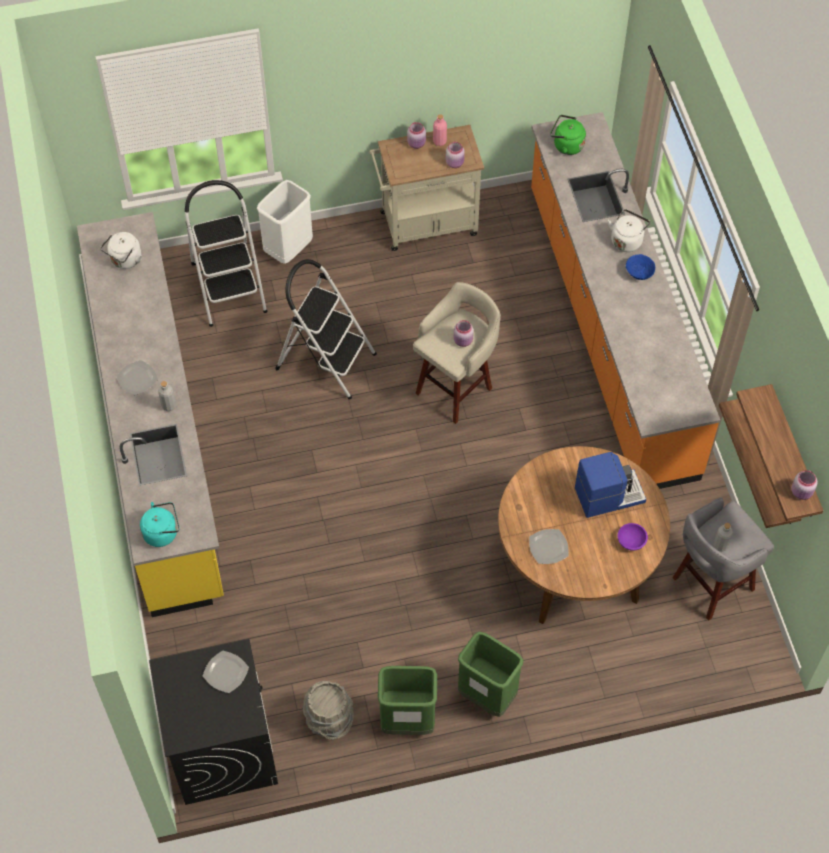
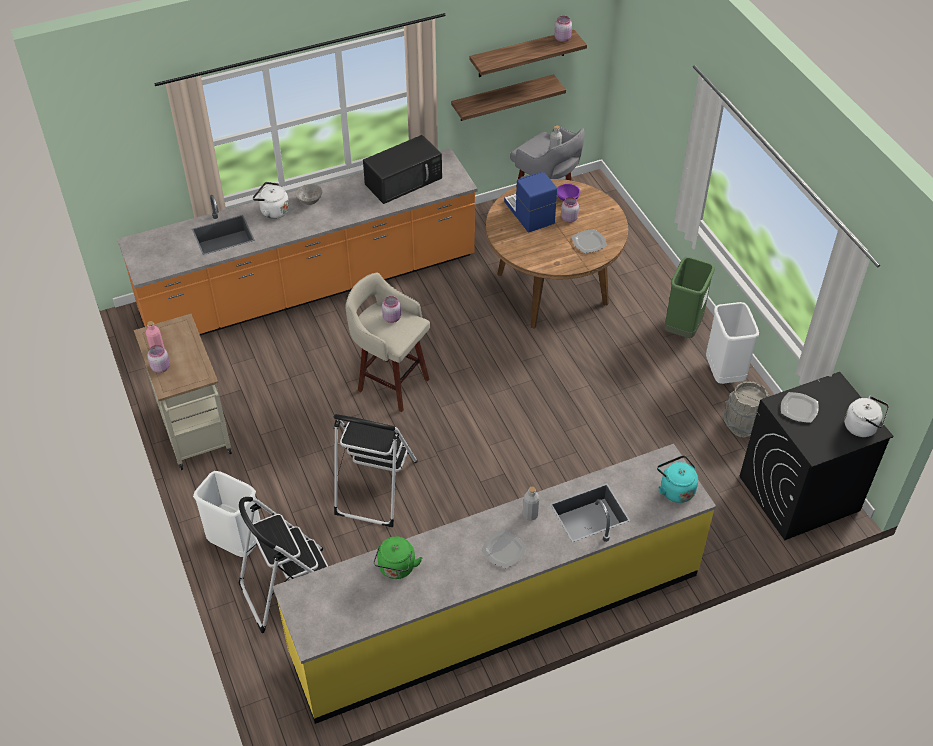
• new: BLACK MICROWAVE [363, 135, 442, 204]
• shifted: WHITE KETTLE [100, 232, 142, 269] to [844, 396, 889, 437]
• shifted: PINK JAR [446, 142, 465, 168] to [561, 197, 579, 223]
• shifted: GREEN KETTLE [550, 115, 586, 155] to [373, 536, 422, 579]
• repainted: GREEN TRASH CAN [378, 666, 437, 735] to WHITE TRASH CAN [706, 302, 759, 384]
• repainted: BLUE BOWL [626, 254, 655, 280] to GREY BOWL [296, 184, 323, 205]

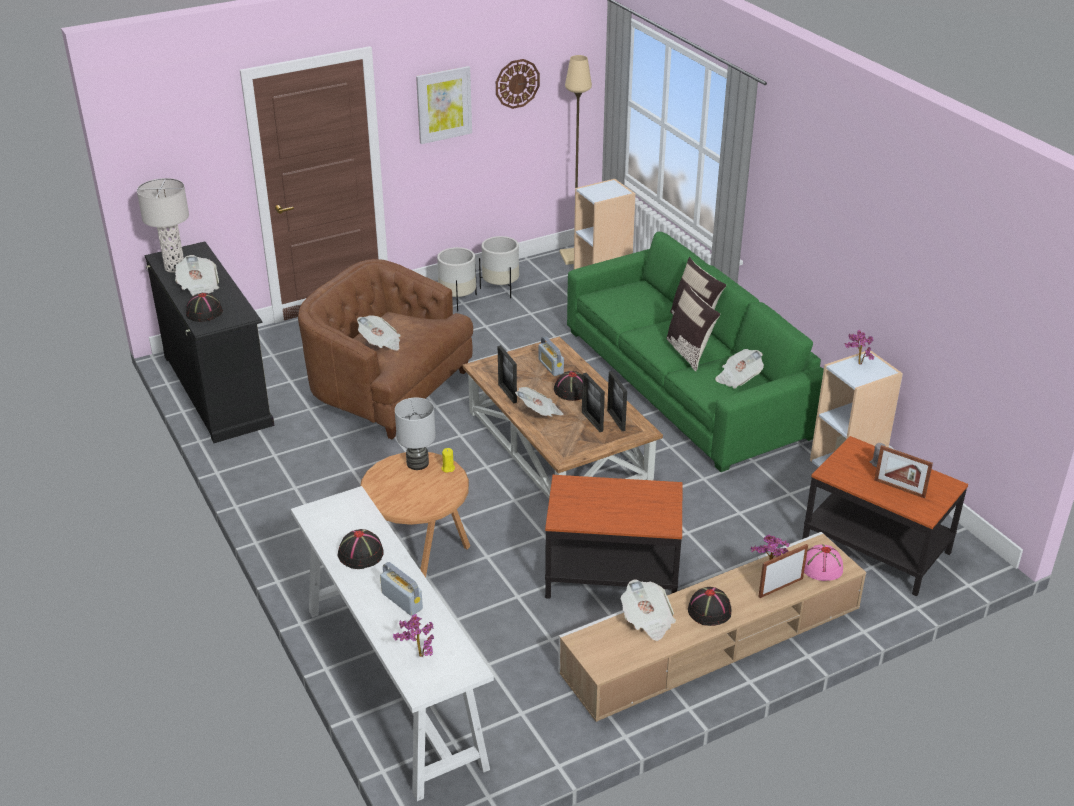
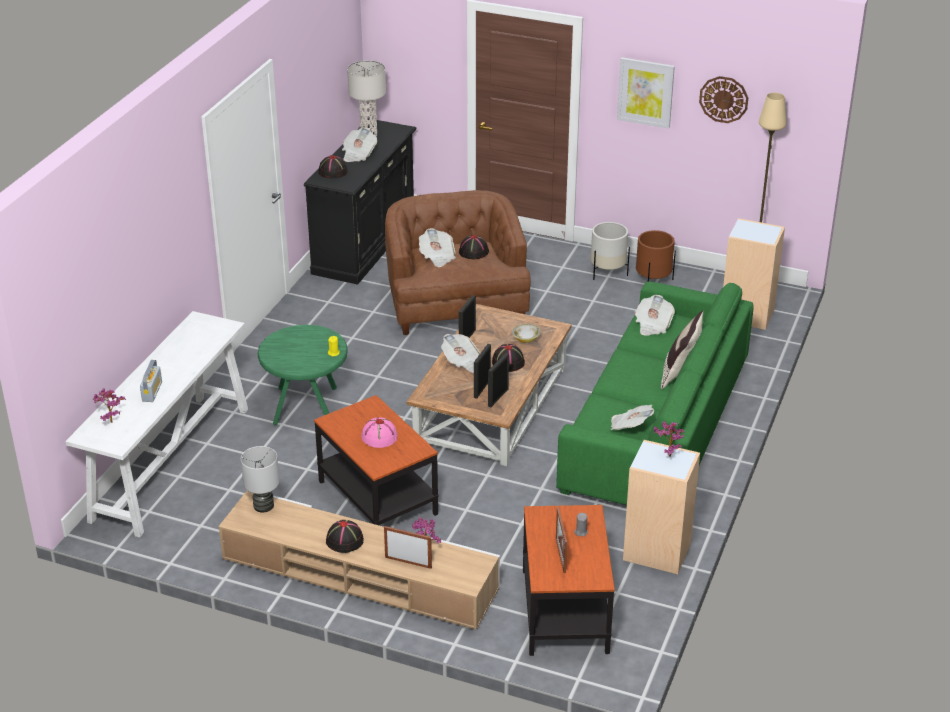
• gone: PILLOW [666, 283, 720, 371]
• shifted: BLACK HAT [338, 529, 384, 569] to [459, 235, 489, 259]
• shifted: GREY TABLE LAMP [395, 397, 436, 470] to [241, 446, 279, 512]
• shifted: NEWSPAPER [621, 579, 676, 641] to [635, 295, 675, 336]
• shifted: PINK HAT [804, 544, 843, 581] to [361, 417, 397, 448]
• swapped: RADIO [539, 336, 564, 376] to BOWL [512, 324, 541, 343]
• repainted: BROWN SIDE TABLE [360, 452, 470, 577] to GREEN SIDE TABLE [258, 325, 348, 425]
• repainted: WHITE PLANTER [479, 236, 519, 298] to BROWN PLANTER [636, 230, 676, 282]

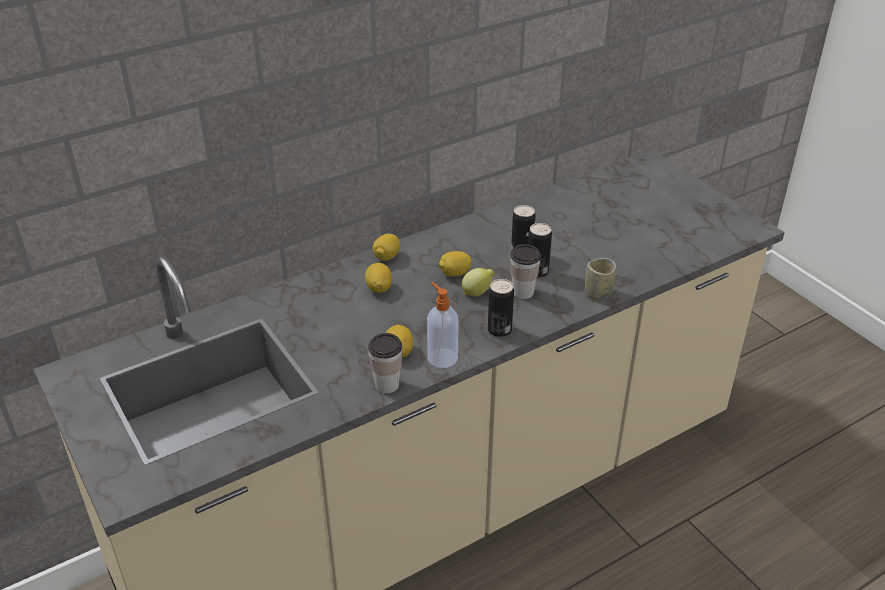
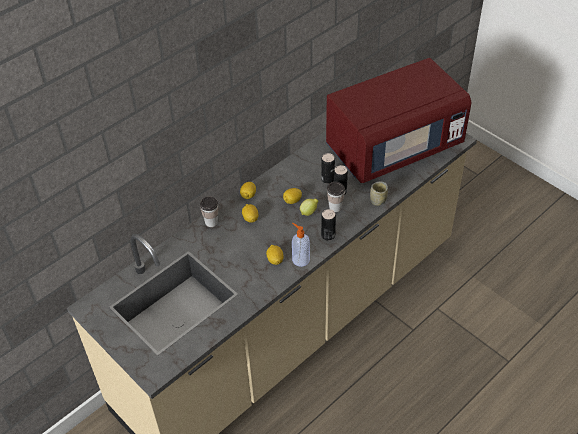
• new: RED MICROWAVE [326, 58, 472, 183]
• shifted: CUP [368, 333, 403, 393] to [200, 196, 218, 227]

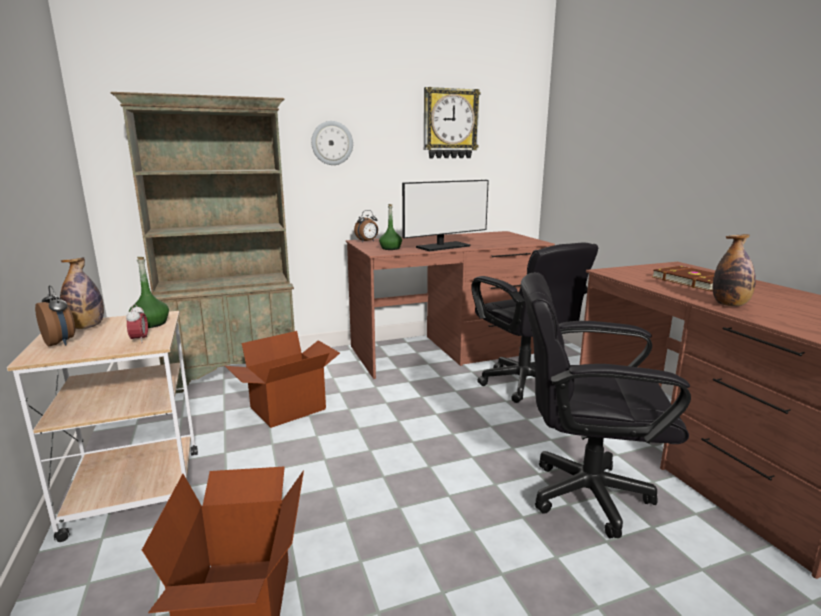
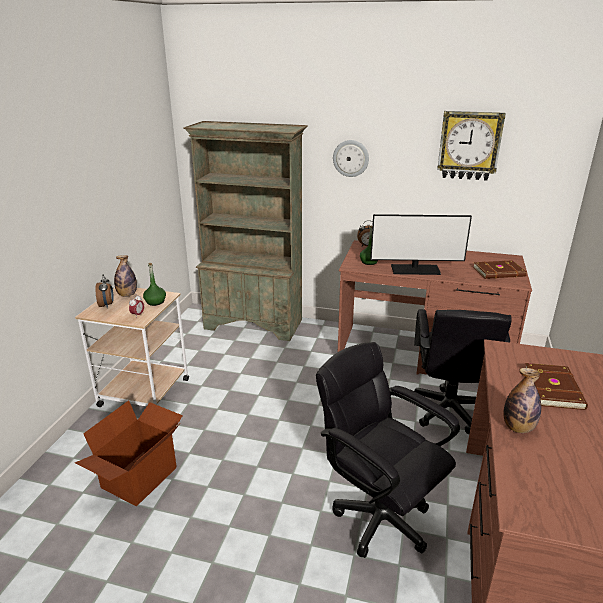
• gone: CARDBOARD BOX [225, 331, 340, 428]
• new: BROWN BOOK [473, 260, 527, 279]

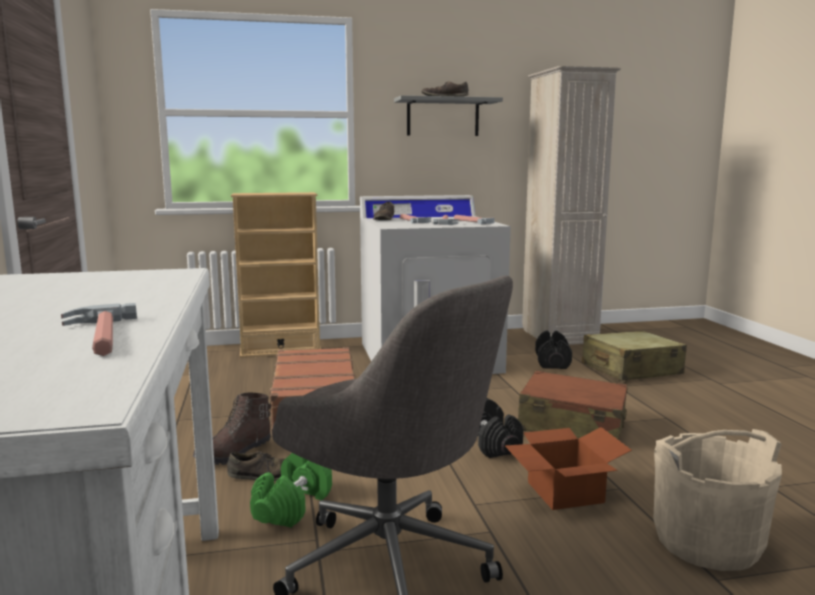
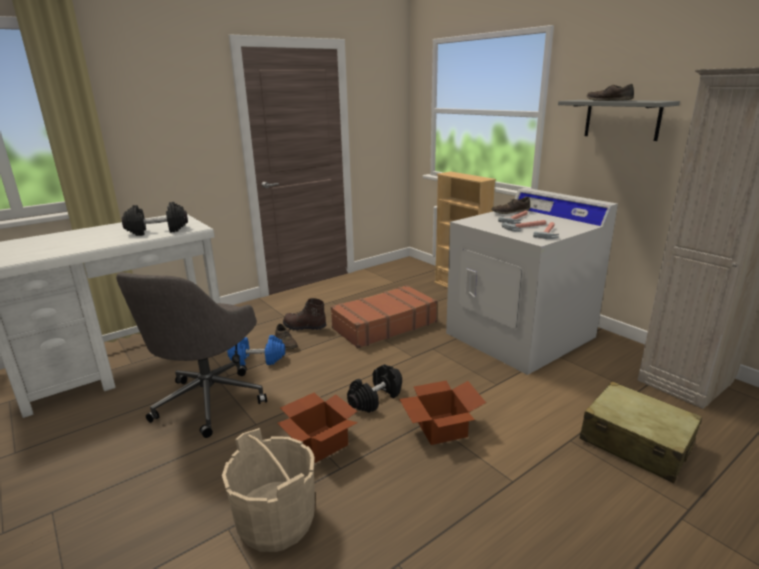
• gone: HAMMER [61, 303, 137, 356]
• shifted: BLACK DUMBBELL [535, 330, 572, 369] to [122, 202, 188, 236]
• swapped: BROWN SUITCASE [518, 371, 628, 441] to CARDBOARD BOX [399, 381, 486, 445]
• repainted: GREEN DUMBBELL [250, 453, 332, 528] to BLUE DUMBBELL [228, 335, 285, 366]

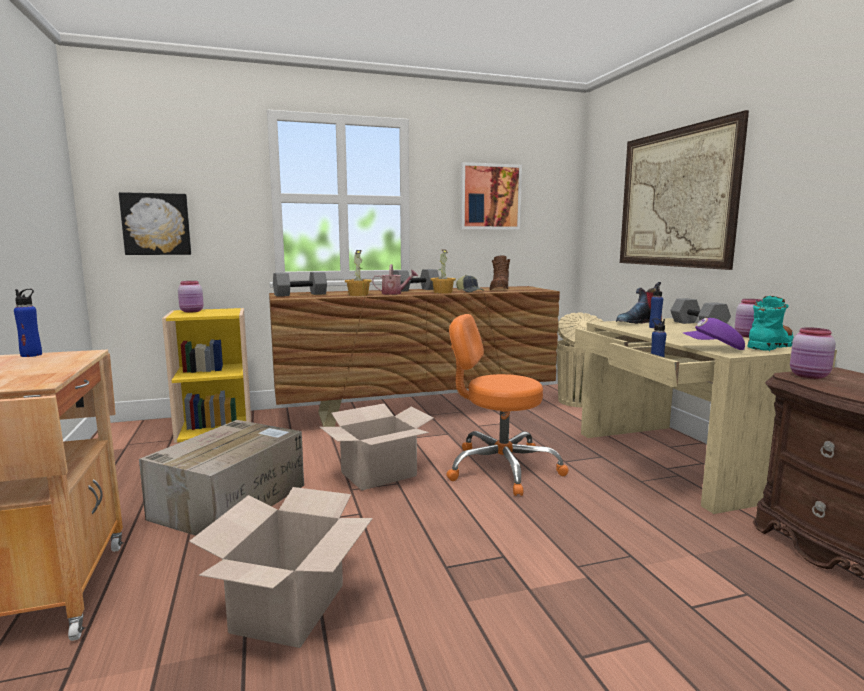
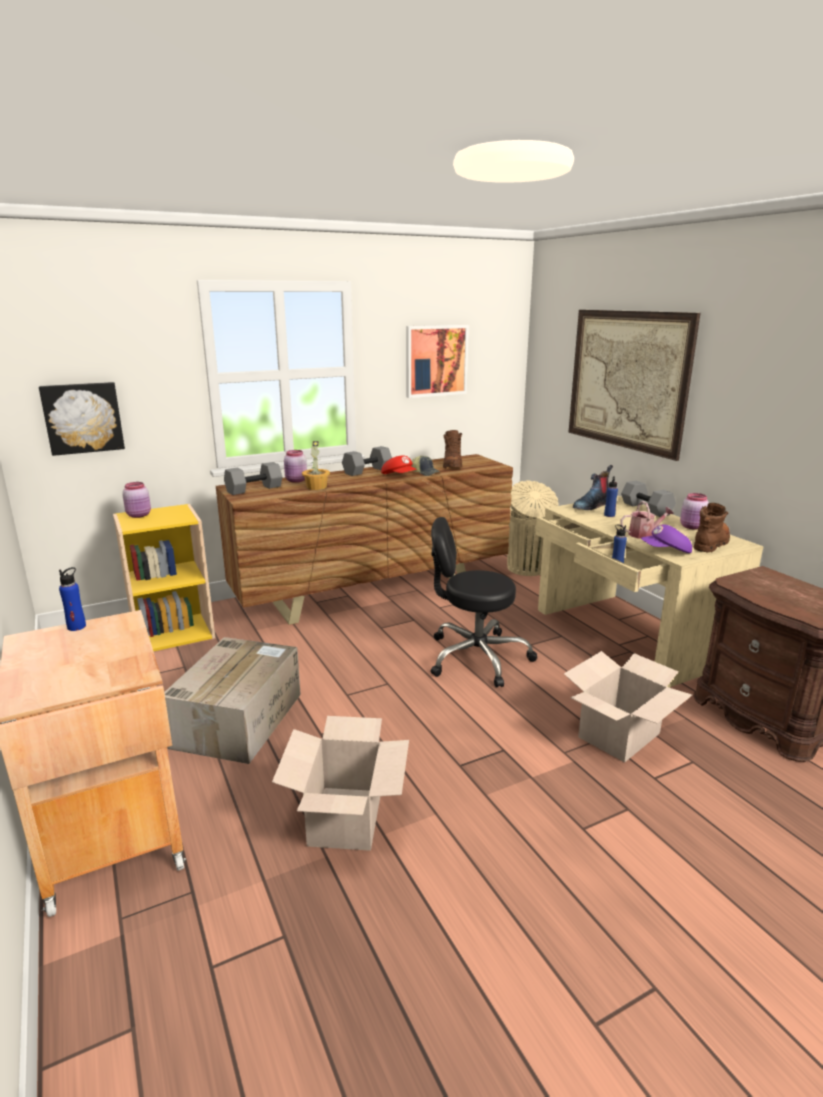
• shifted: CARDBOARD BOX [320, 404, 433, 490] to [564, 651, 692, 762]
• shifted: WATERING CAN [372, 264, 418, 295] to [620, 501, 674, 539]
• shifted: PINK JAR [790, 327, 836, 379] to [284, 450, 307, 483]
• swapped: POTTED PLANT [430, 249, 456, 294] to RED CAP [381, 456, 417, 474]
• repainted: ORANGE OFFICE CHAIR [446, 314, 569, 496] to BLACK OFFICE CHAIR [430, 517, 537, 687]
• repainted: TURQUOISE BOOT [748, 296, 794, 351] to BROWN BOOT [694, 503, 730, 552]

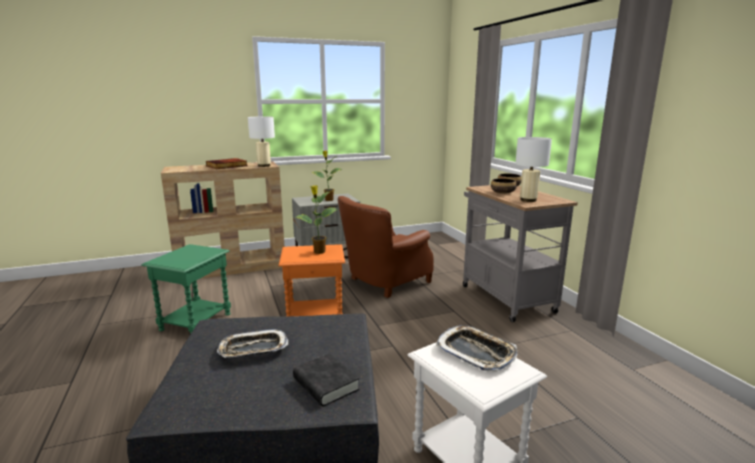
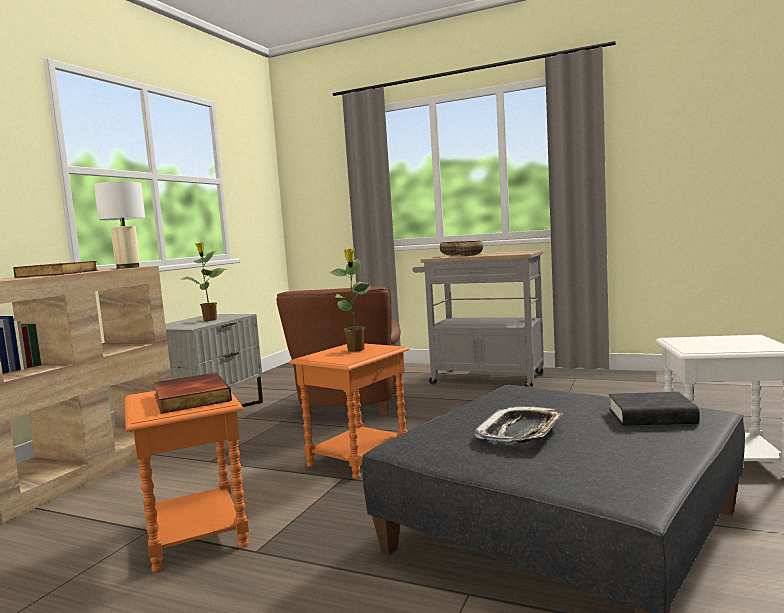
• gone: TRAY [436, 325, 518, 372]
• gone: WHITE TABLE LAMP [515, 137, 552, 202]
• new: BOOK [153, 373, 232, 414]
• repainted: GREEN SIDE TABLE [141, 244, 231, 334] to ORANGE SIDE TABLE [125, 391, 249, 572]

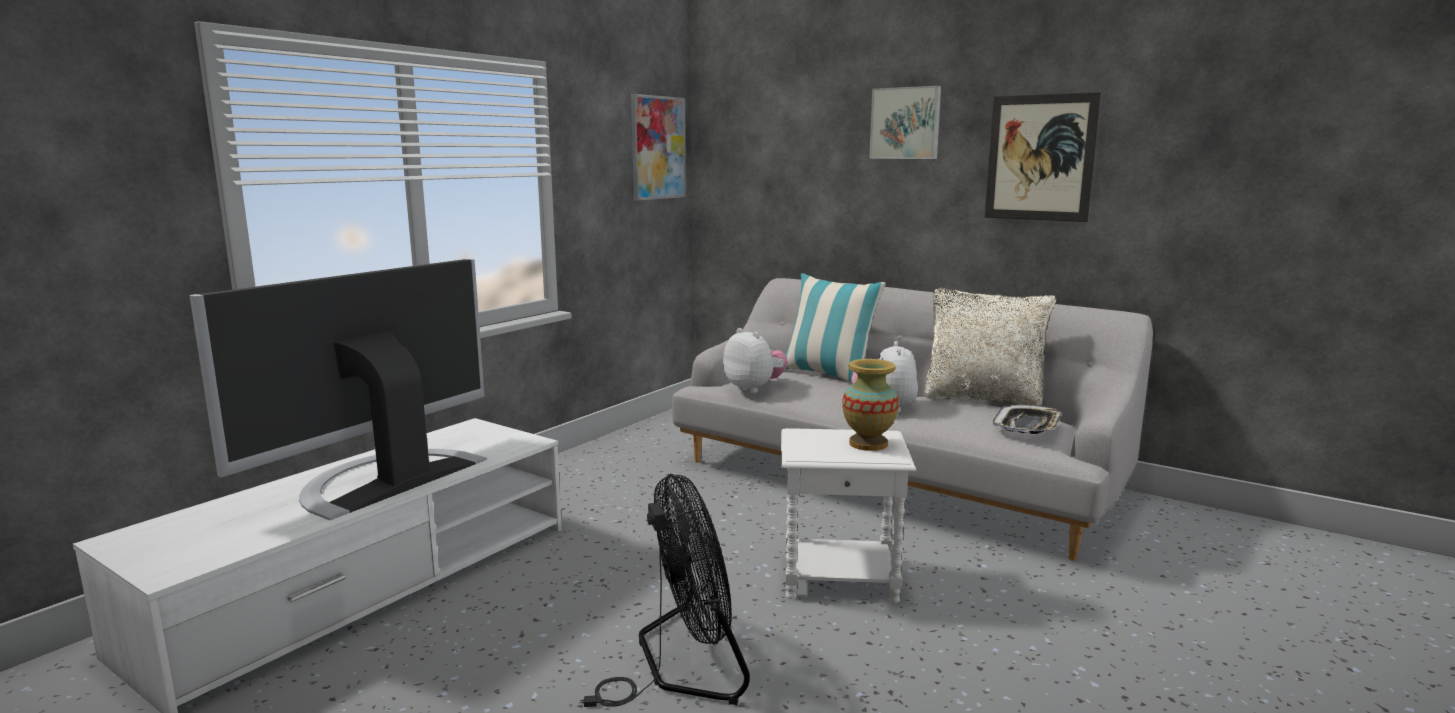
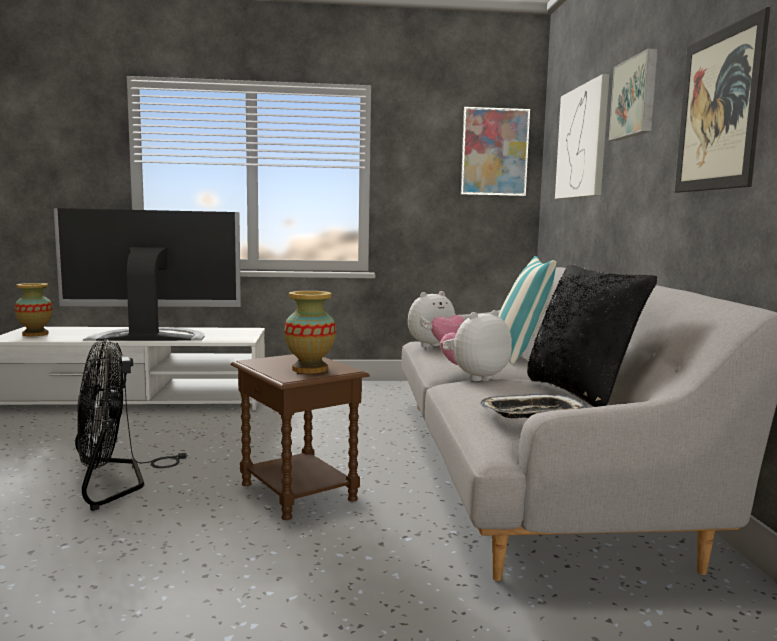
• new: VASE [15, 283, 53, 336]
• new: PICTURE [555, 74, 609, 199]
• repainted: WHITE SIDE TABLE [781, 428, 917, 603] to BROWN SIDE TABLE [231, 354, 370, 520]
• repainted: BEIGE PILLOW [924, 287, 1056, 406] to BLACK PILLOW [527, 264, 657, 407]
• rotated: BLACK FAN [581, 474, 750, 707] = [75, 339, 189, 511] 120 degrees clockwise
• rotated: PLUSH TOY [723, 328, 788, 393] = [408, 291, 464, 348] 45 degrees clockwise

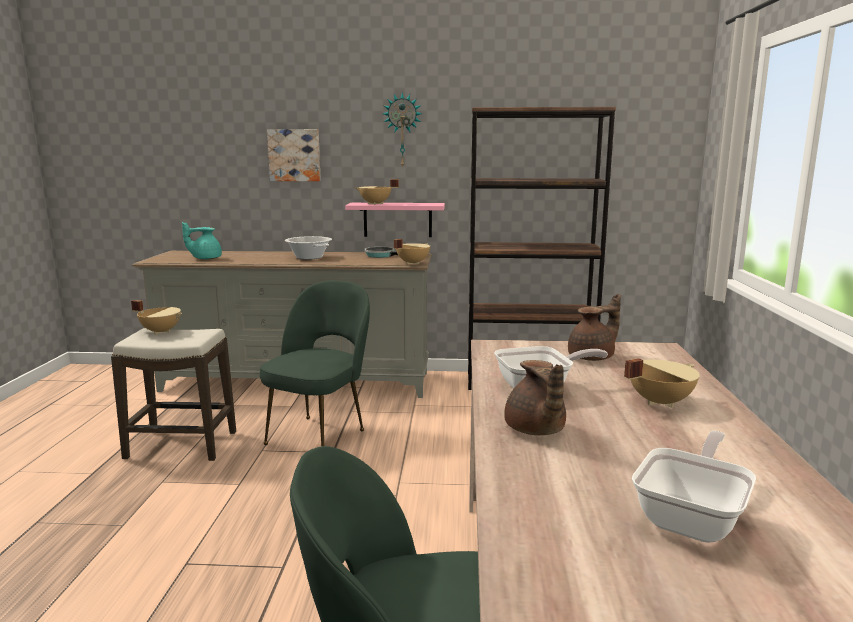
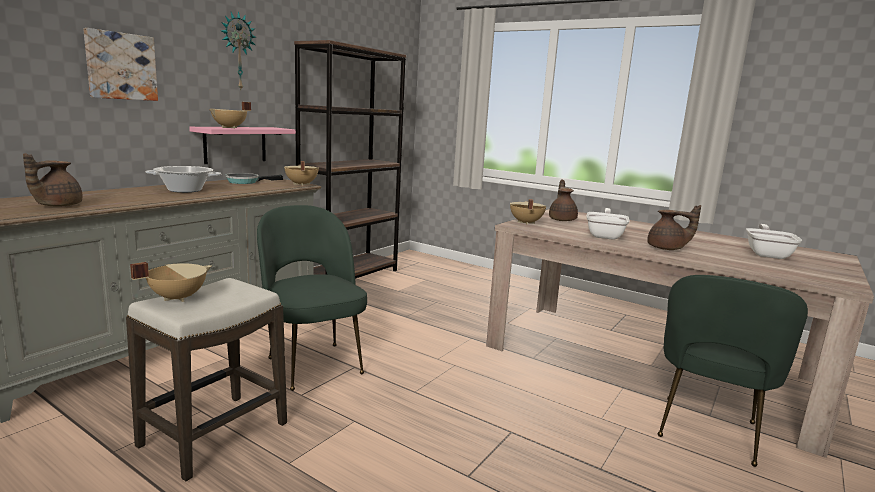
• shifted: BEIGE COOKING POT [624, 358, 700, 408] to [510, 199, 546, 225]
• repainted: TURQUOISE TEAPOT [182, 222, 222, 259] to BROWN TEAPOT [23, 153, 82, 207]
• rotated: FRYING PAN [632, 431, 756, 543] = [746, 224, 803, 259] 45 degrees clockwise

